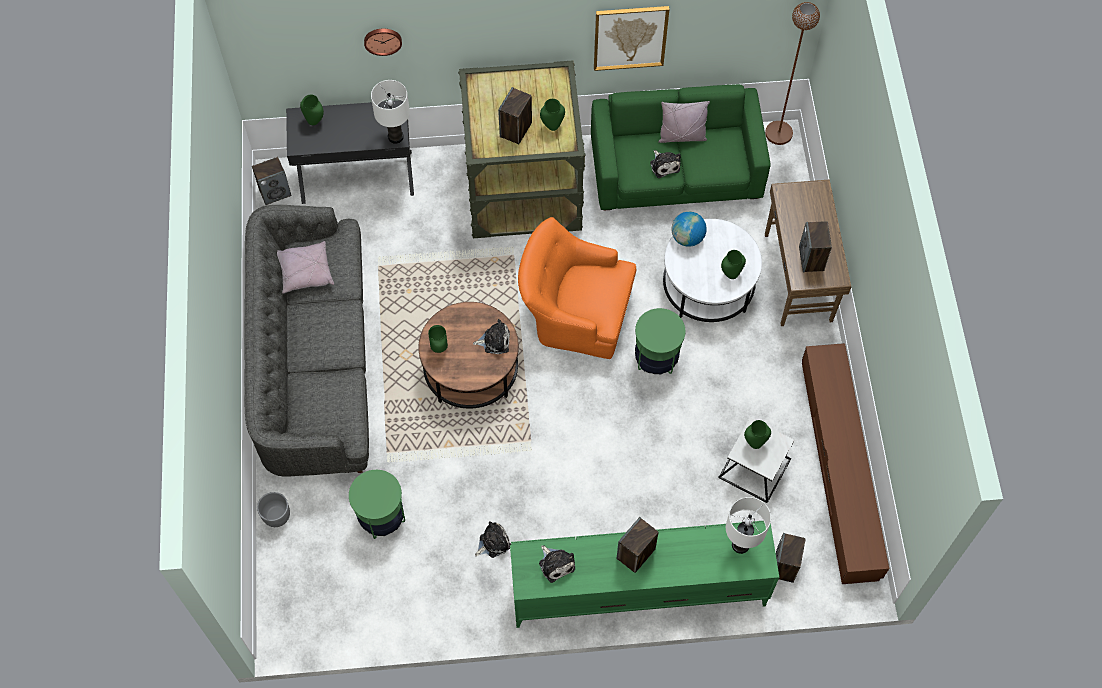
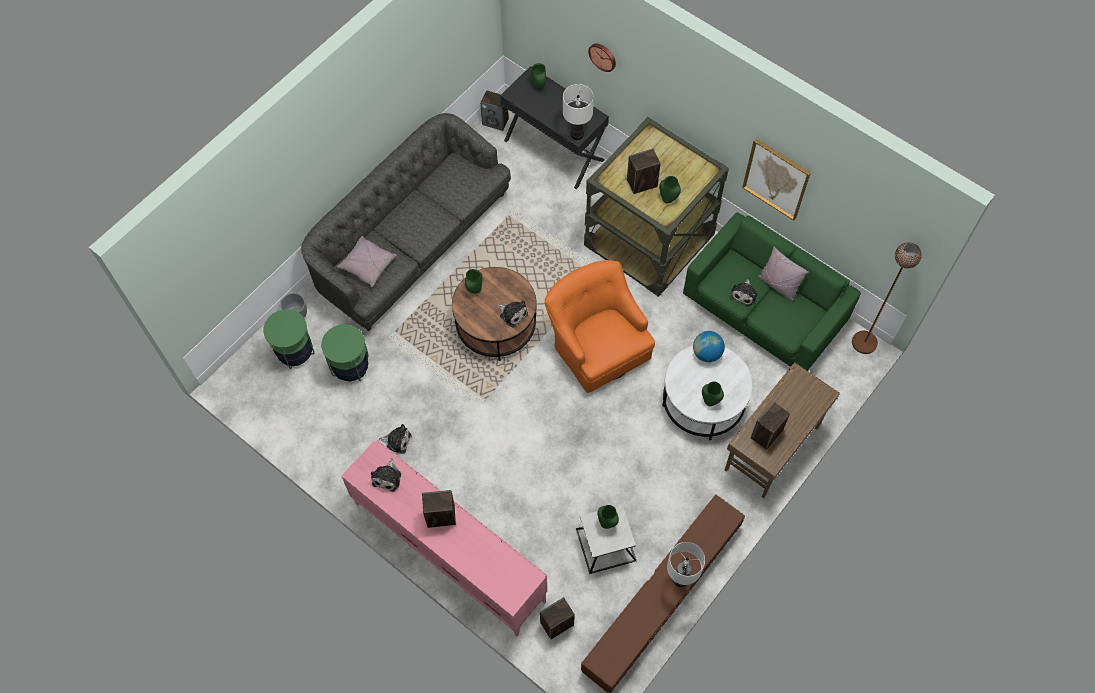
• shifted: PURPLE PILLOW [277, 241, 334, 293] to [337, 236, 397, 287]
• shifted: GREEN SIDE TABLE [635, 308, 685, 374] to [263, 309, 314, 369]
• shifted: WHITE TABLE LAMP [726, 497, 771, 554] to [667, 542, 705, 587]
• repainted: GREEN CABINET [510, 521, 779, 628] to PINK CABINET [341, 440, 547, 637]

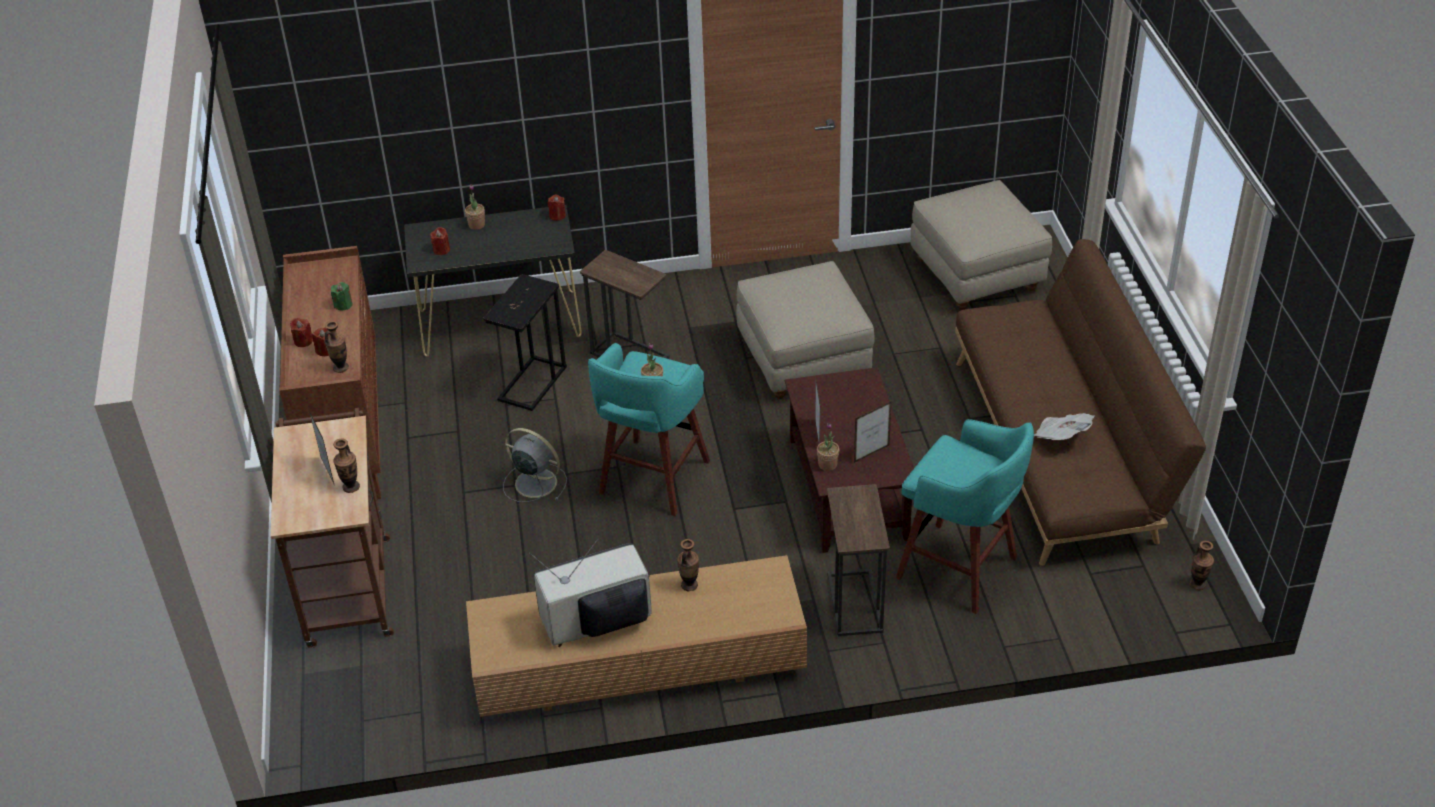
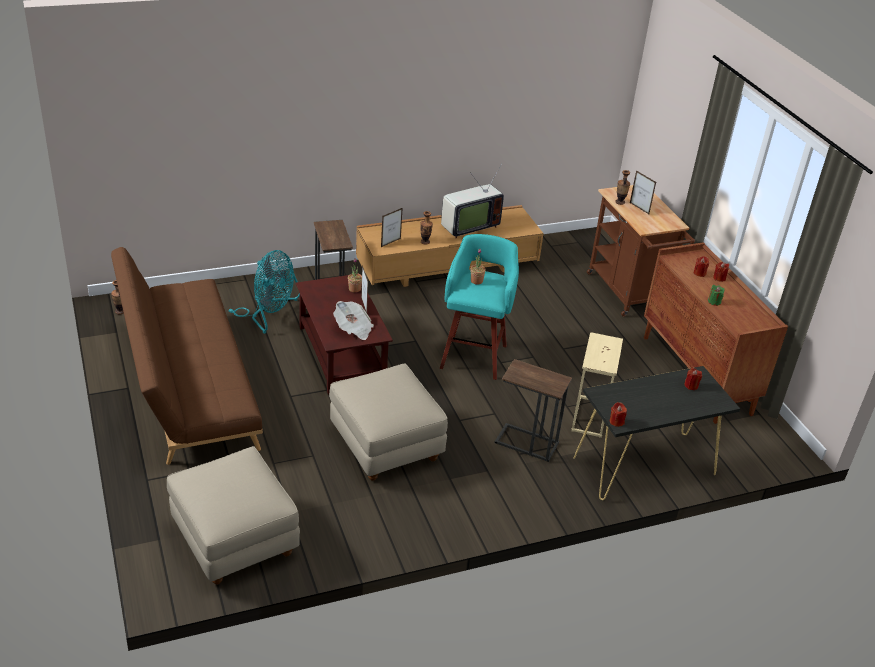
• gone: VASE [324, 321, 349, 373]
• gone: POTTED PLANT [465, 184, 485, 230]
• gone: GREY FAN [503, 428, 567, 502]
• shifted: PICTURE FRAME [854, 401, 892, 463] to [381, 208, 403, 247]
• shifted: NEWSPAPER [1034, 413, 1095, 440] to [333, 301, 374, 340]
• swapped: TURQUOISE STOOL [896, 419, 1034, 614] to TURQUOISE FAN [229, 250, 299, 334]
• repainted: BLACK SIDE TABLE [483, 274, 567, 411] to BEIGE SIDE TABLE [571, 332, 623, 438]

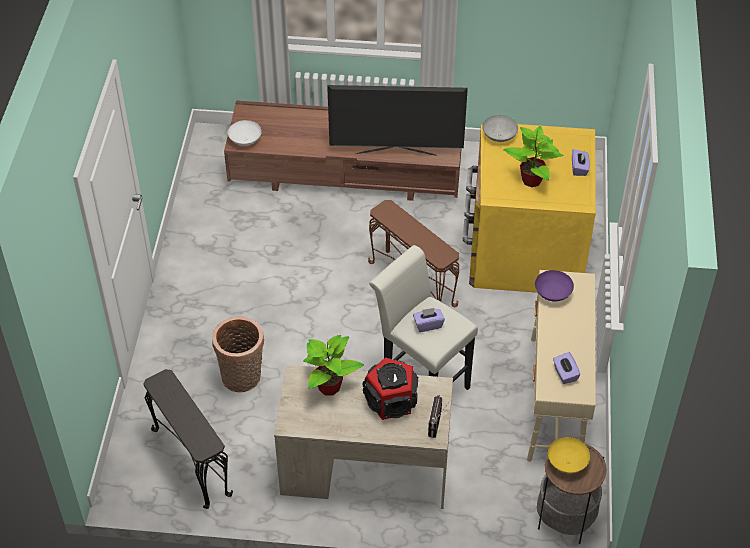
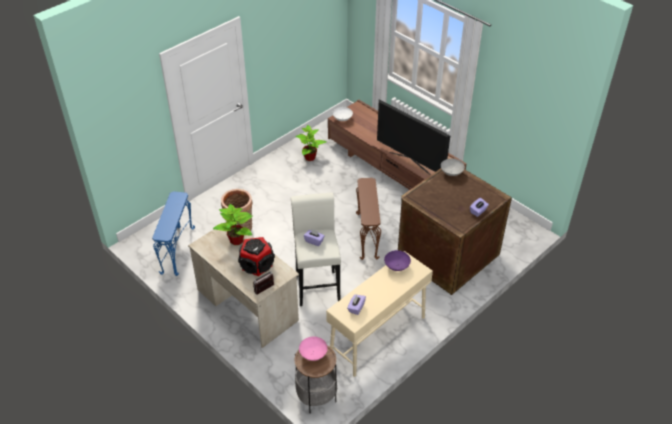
• shifted: POTTED PLANT [503, 126, 563, 187] to [295, 125, 327, 161]
• repainted: BLACK SIDE TABLE [144, 369, 233, 509] to BLUE SIDE TABLE [152, 191, 195, 276]
• repainted: YELLOW DRESSER [463, 124, 596, 293] to BROWN DRESSER [398, 168, 512, 295]
• repainted: YELLOW BOWL [548, 437, 590, 474] to PINK BOWL [299, 337, 328, 361]

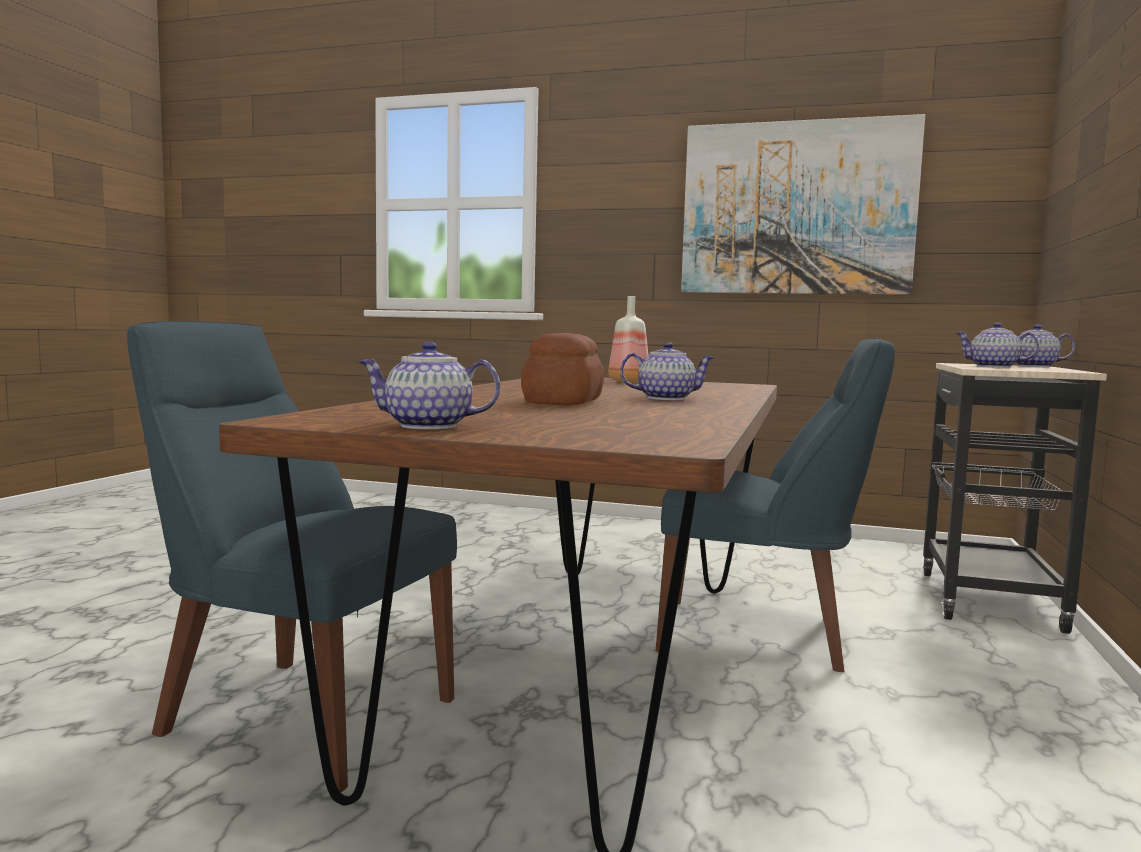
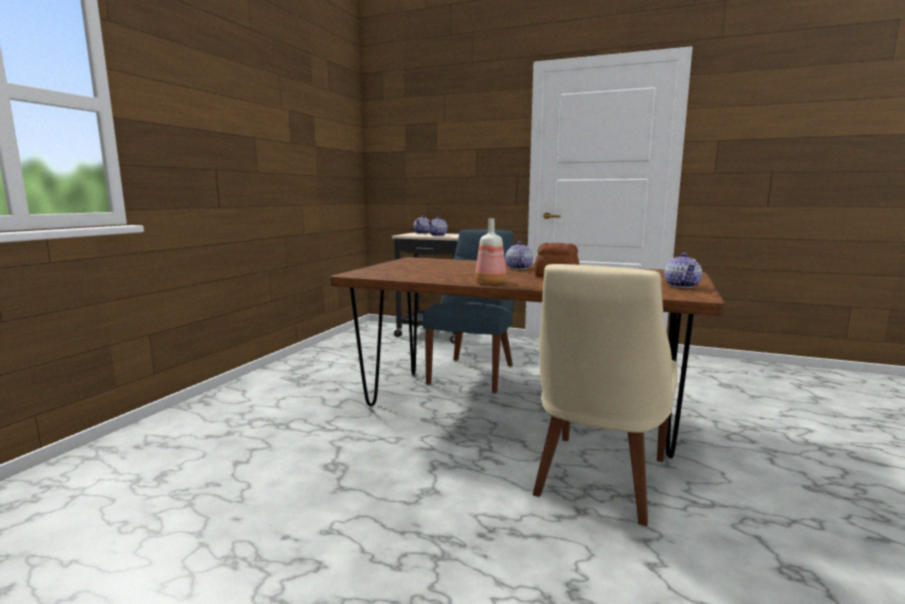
• gone: PICTURE [681, 114, 925, 295]
• shifted: BOTTLE [608, 296, 649, 382] to [475, 218, 506, 284]
• repainted: BLUE CHAIR [127, 321, 457, 792] to BEIGE CHAIR [533, 264, 678, 526]

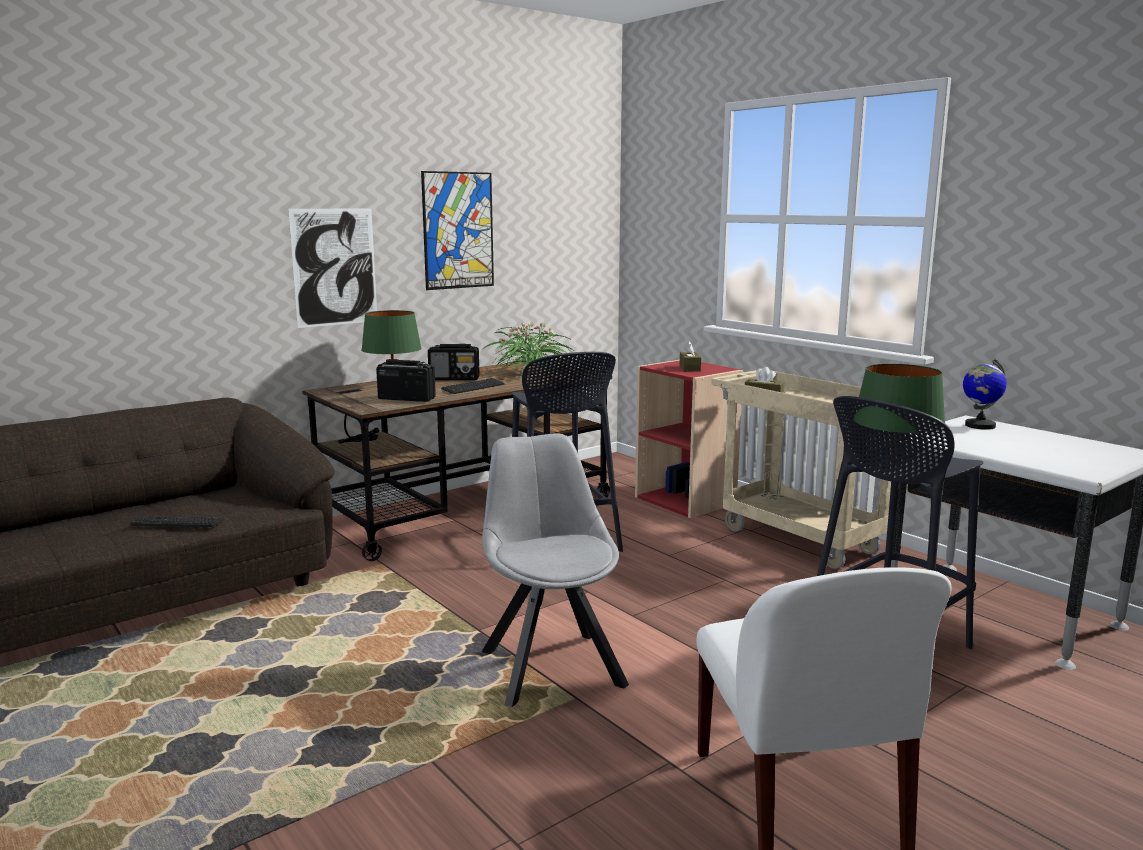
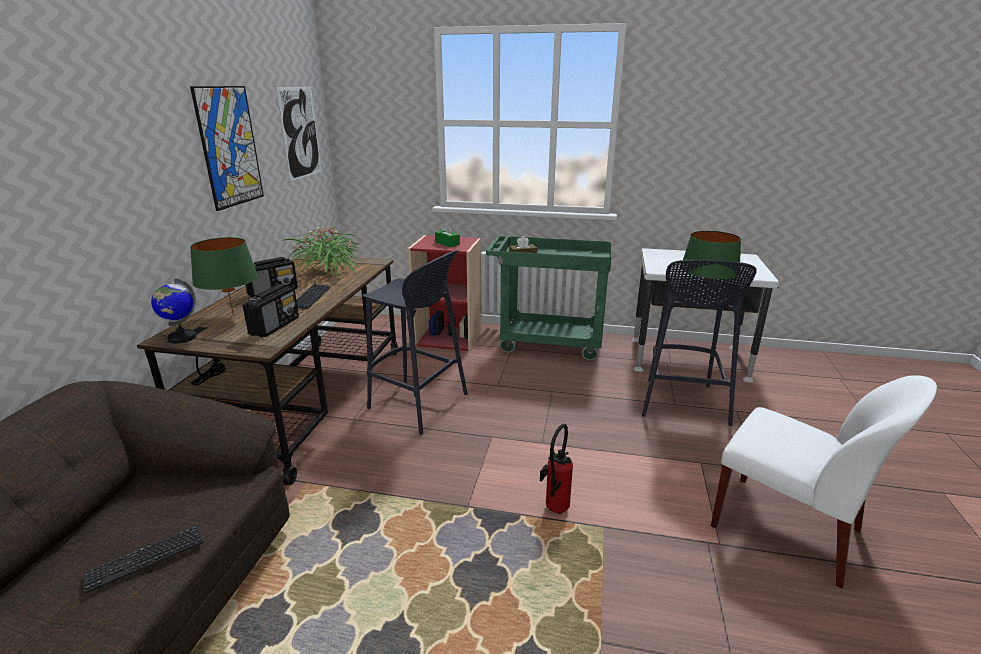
• shifted: PICTURE [288, 208, 377, 328] to [276, 87, 322, 181]
• shifted: GLOBE [963, 359, 1007, 430] to [151, 278, 196, 344]
• swapped: GREY CHAIR [482, 433, 629, 707] to FIRE EXTINGUISHER [540, 424, 573, 515]
• repainted: BROWN TISSUE BOX [680, 341, 701, 372] to GREEN TISSUE BOX [435, 223, 460, 247]
• repainted: BEIGE CART [712, 370, 895, 569] to GREEN CART [486, 236, 612, 361]
• rotated: RADIO [376, 359, 436, 402] = [243, 284, 299, 337] 135 degrees clockwise

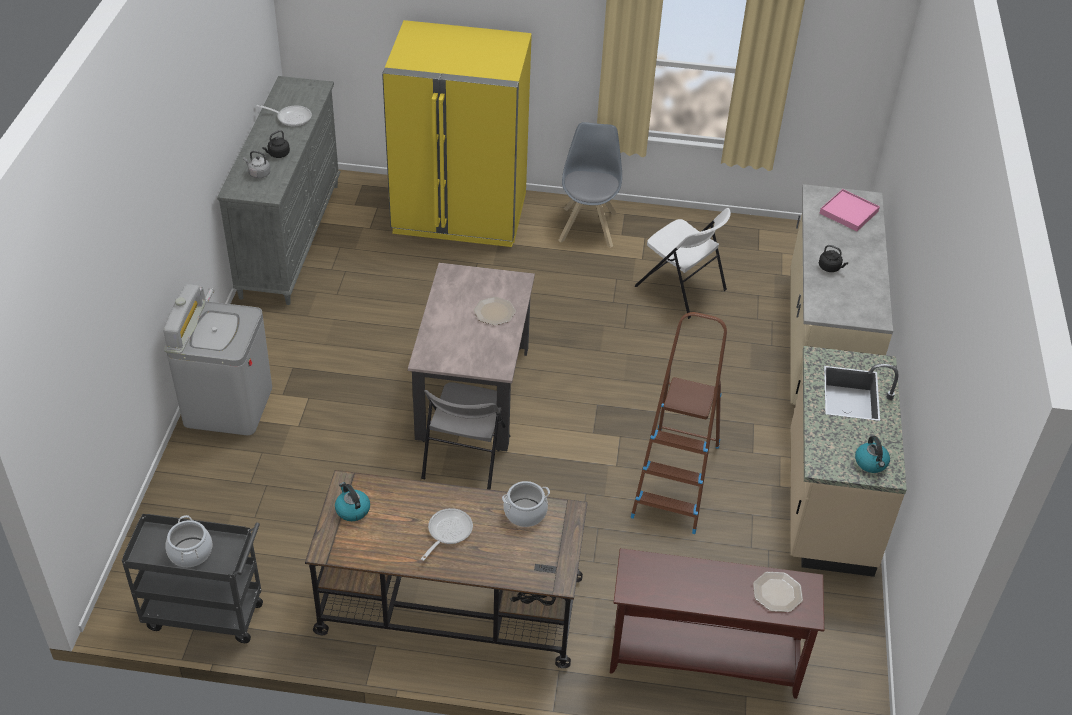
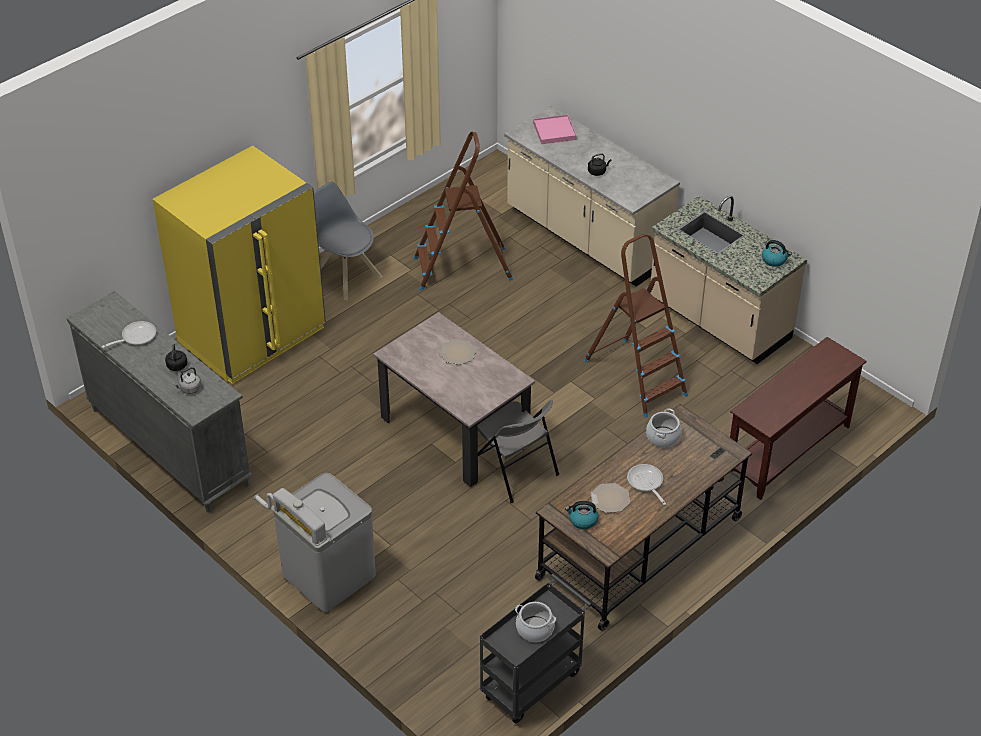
• shifted: PLATE [753, 572, 803, 612] to [591, 483, 630, 513]
• swapped: WHITE CHAIR [635, 208, 731, 319] to BROWN STEP LADDER [413, 132, 513, 290]

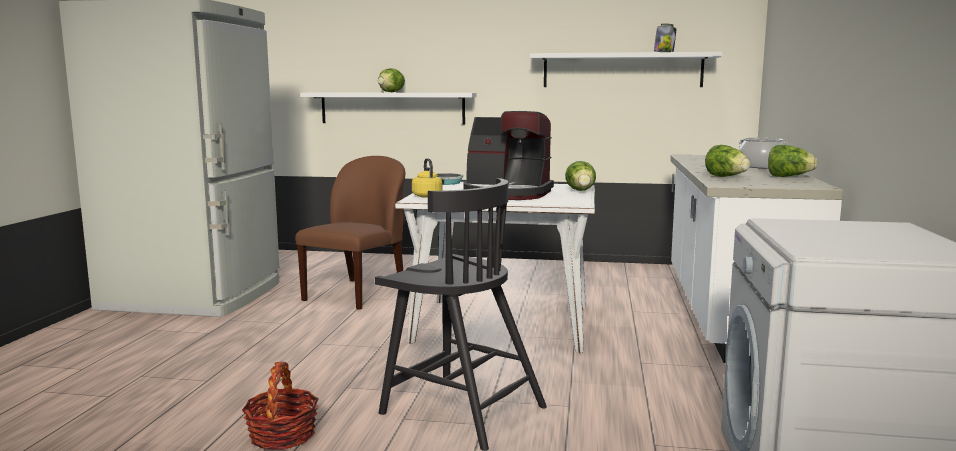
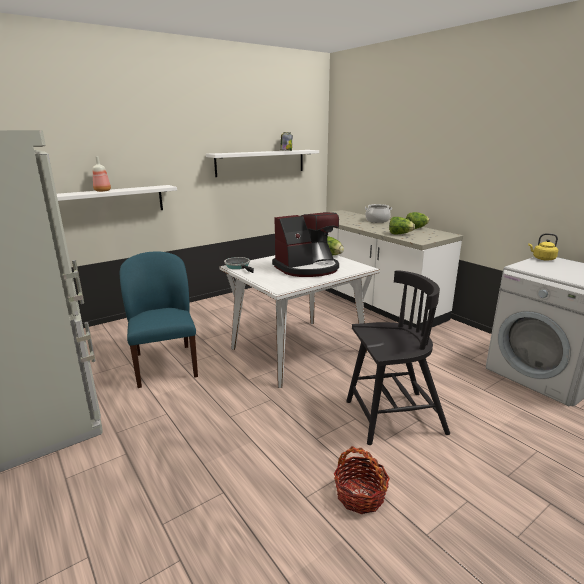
• shifted: YELLOW KETTLE [412, 158, 442, 198] to [528, 233, 558, 261]
• swapped: LETTUCE [378, 68, 405, 92] to BOTTLE [93, 156, 111, 192]
• repainted: BROWN CHAIR [295, 156, 405, 310] to BLUE CHAIR [120, 251, 198, 388]

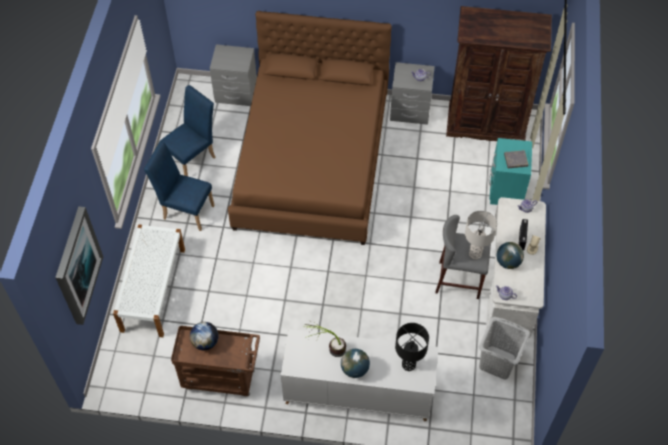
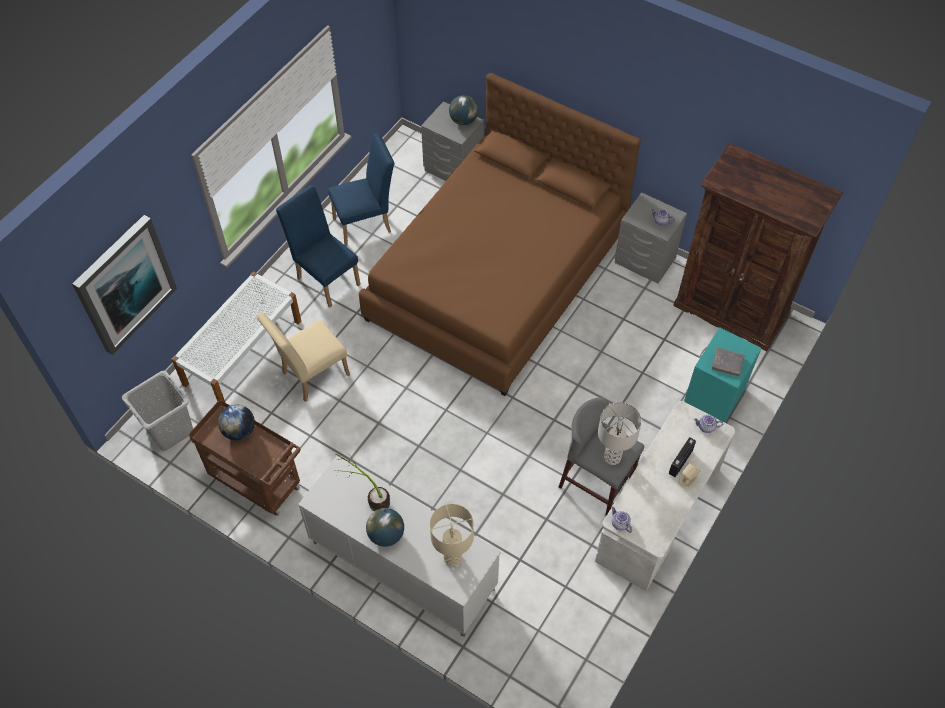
• new: BEIGE CHAIR [257, 313, 350, 402]
• shifted: GREY LAUNDRY BASKET [479, 317, 530, 379] to [122, 371, 193, 451]
• shifted: GLOBE [496, 242, 524, 269] to [449, 95, 478, 125]
• repainted: BLACK TABLE LAMP [395, 323, 429, 371] to BEIGE TABLE LAMP [430, 504, 474, 566]

